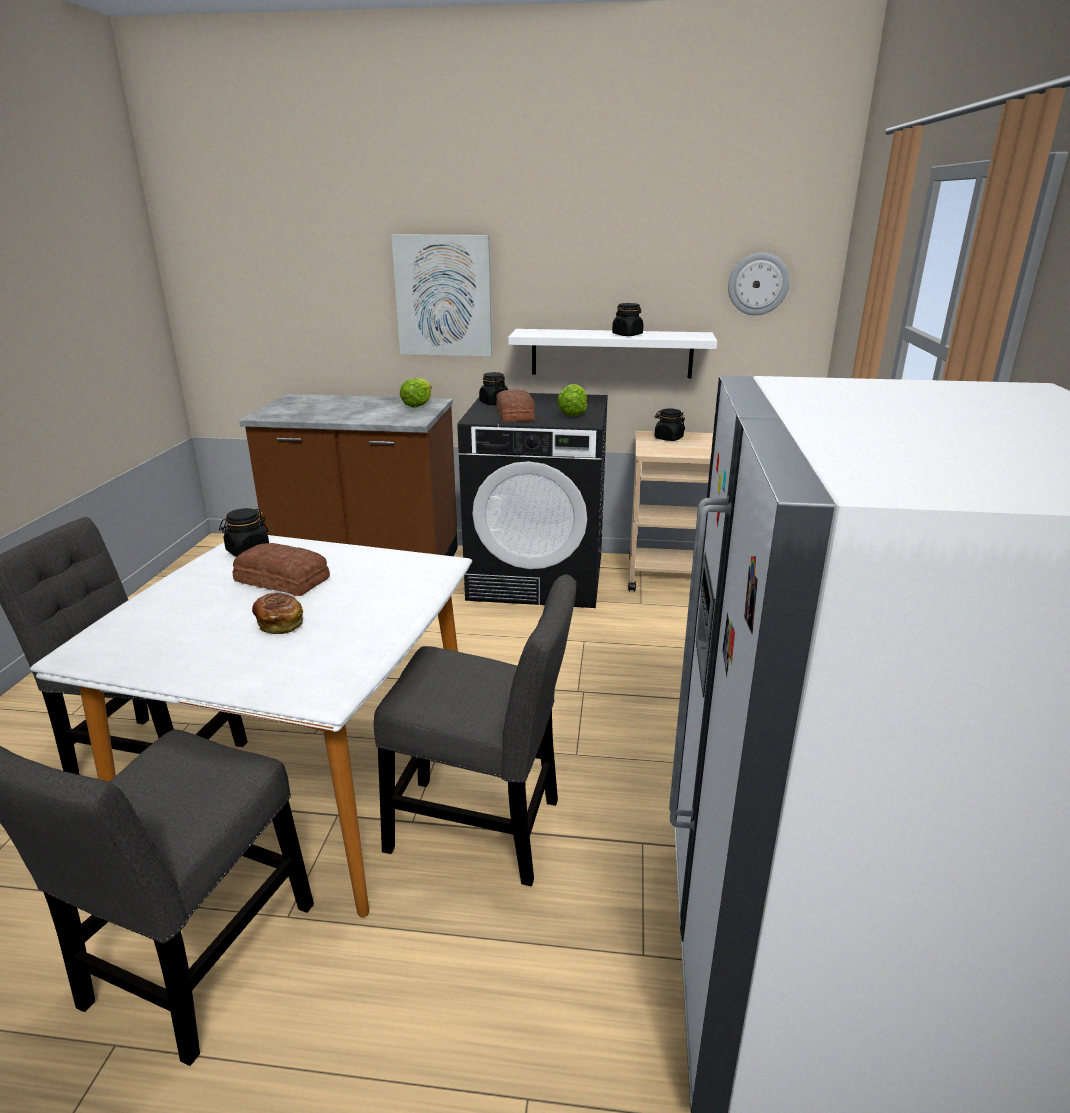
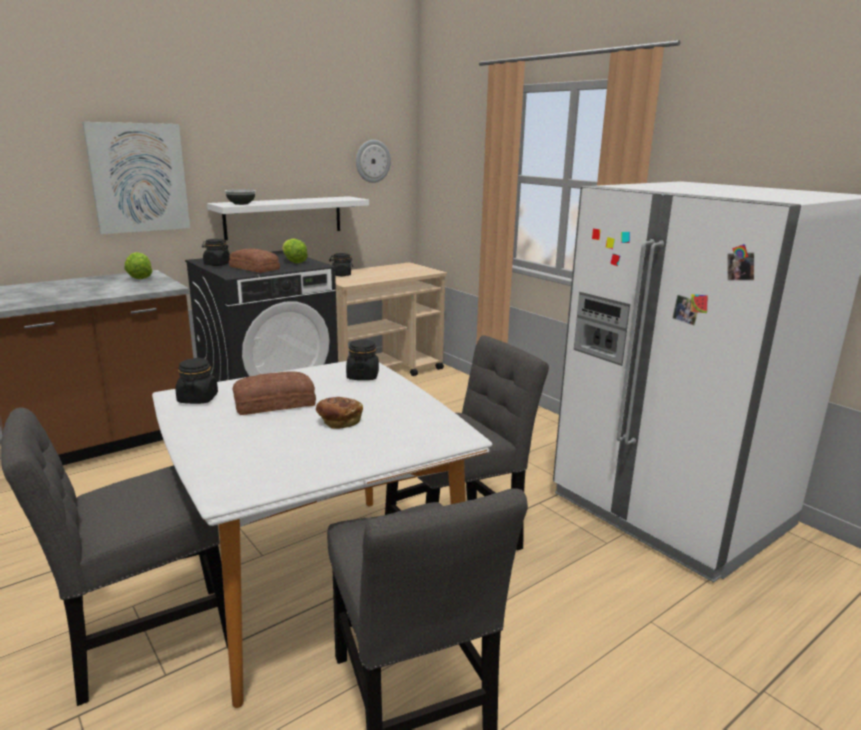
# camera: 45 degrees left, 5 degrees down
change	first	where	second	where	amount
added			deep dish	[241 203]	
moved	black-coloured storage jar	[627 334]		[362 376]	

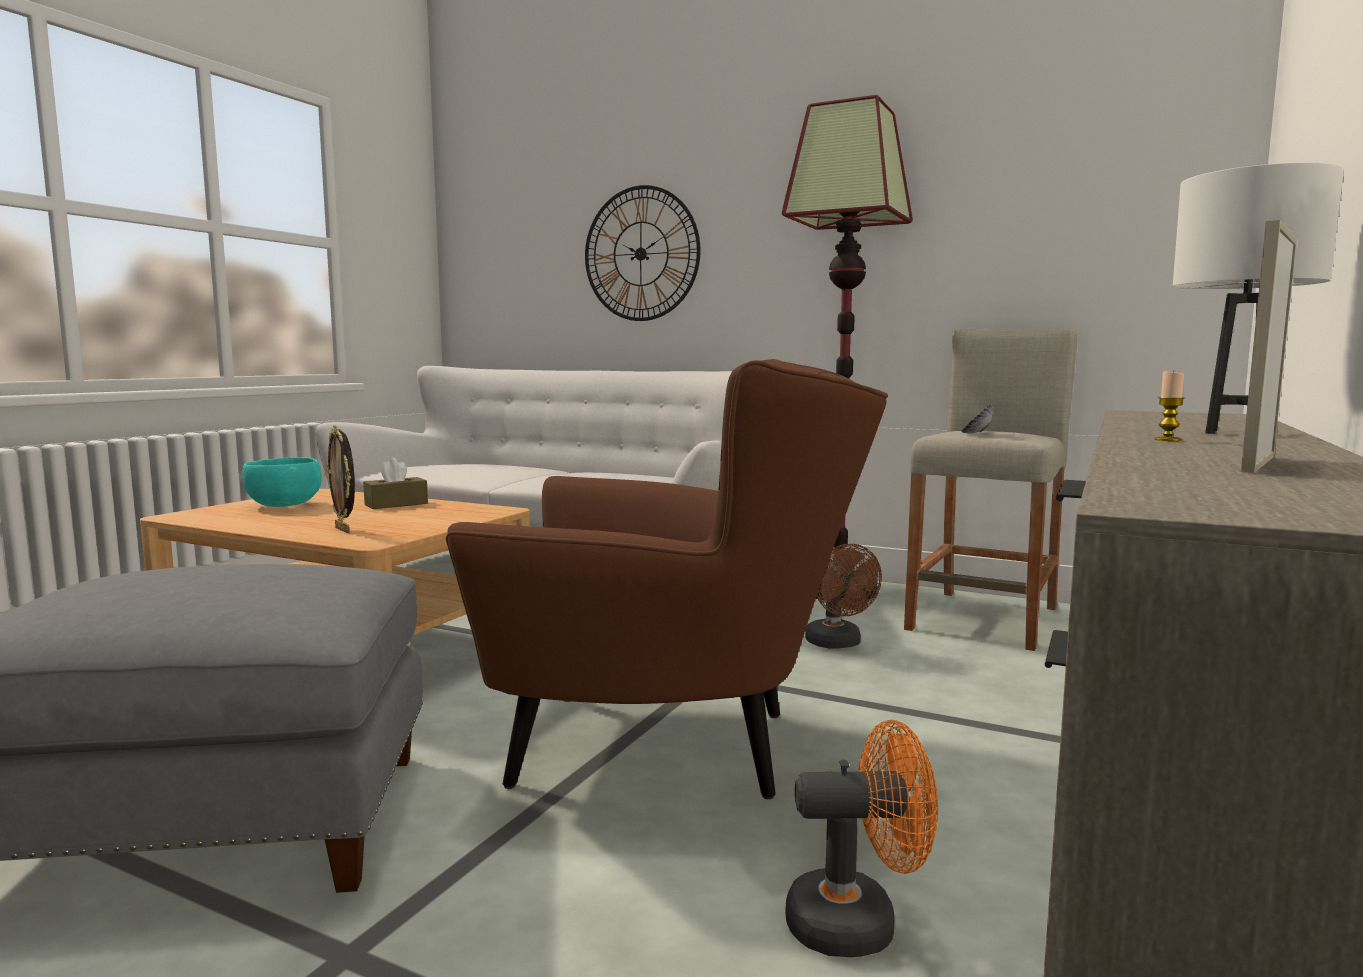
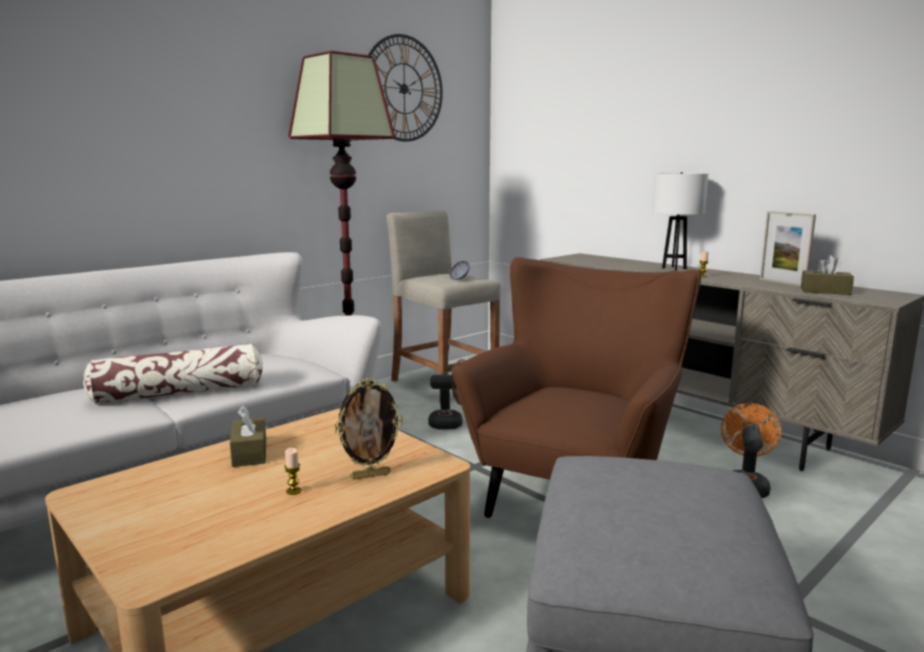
# camera: 70 degrees left, 5 degrees up
change	first	where	second	where	amount
removed	turquoise deep dish	[285 505]			
added			cushion	[179 393]	
added			wax light	[293 491]	
added			brown-coloured box of tissues	[825 291]	
moved	hanging clock	[641 254]		[403 88]	

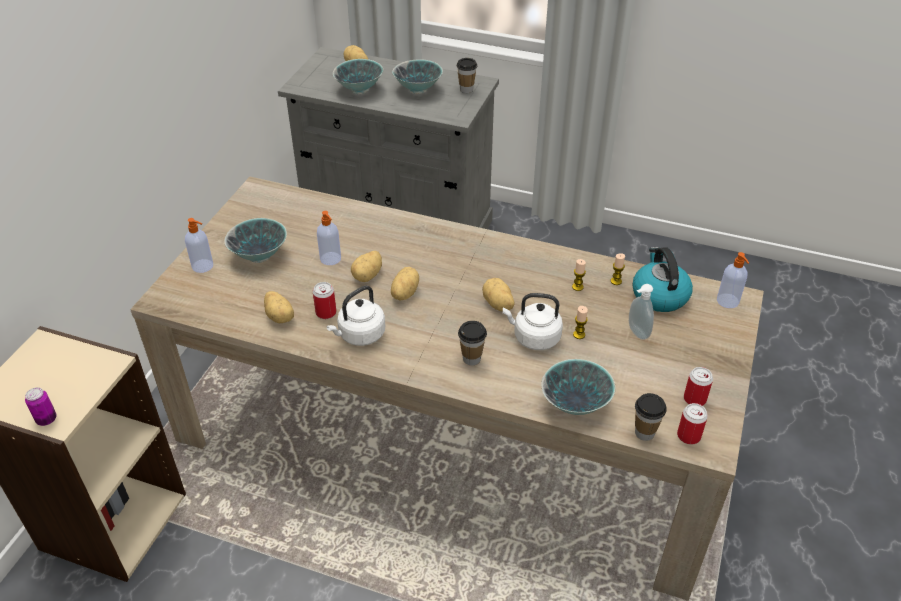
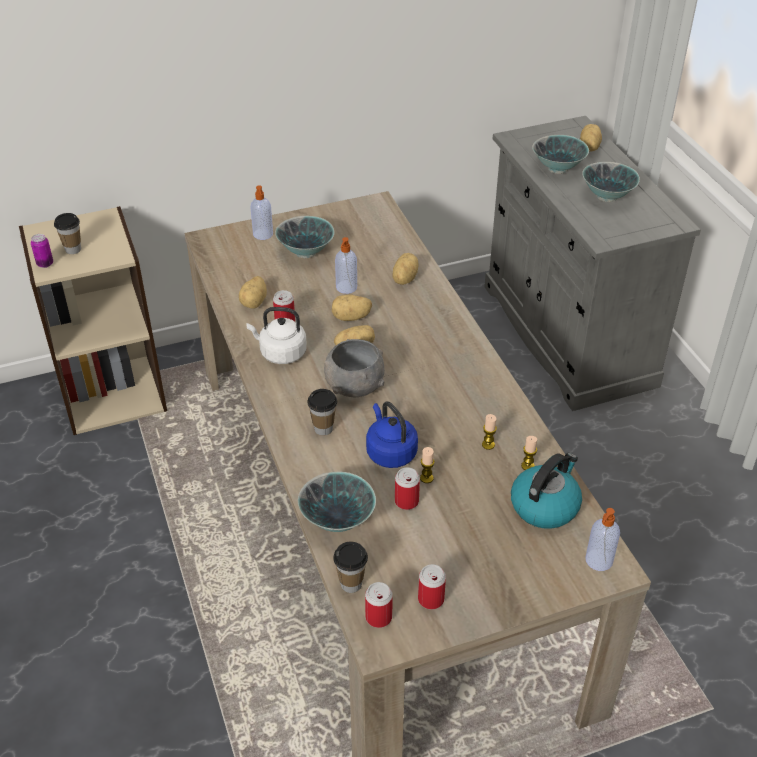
# camera: 50 degrees right, 0 degrees up
change	first	where	second	where	amount
removed	soap bottle	[636 333]			
added			grey deep dish	[354 386]	
added			metal can	[406 501]	
moved	small cup	[466 90]		[73 249]	
moved	whole potato	[497 305]		[403 278]	
recoloured	white-coloured tea kettle	[534 338]	blue-coloured tea kettle	[390 452]	

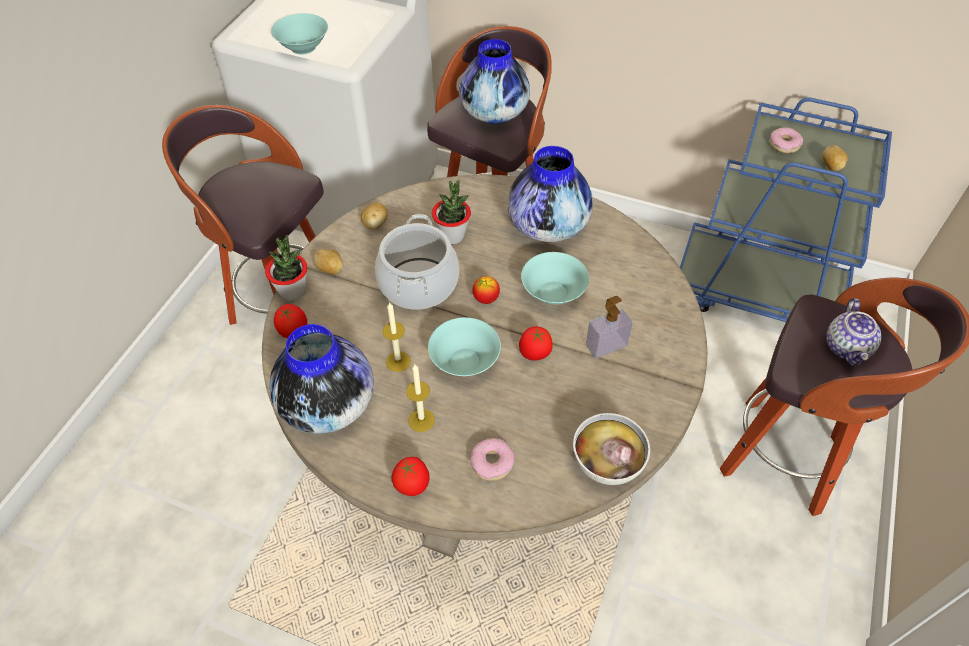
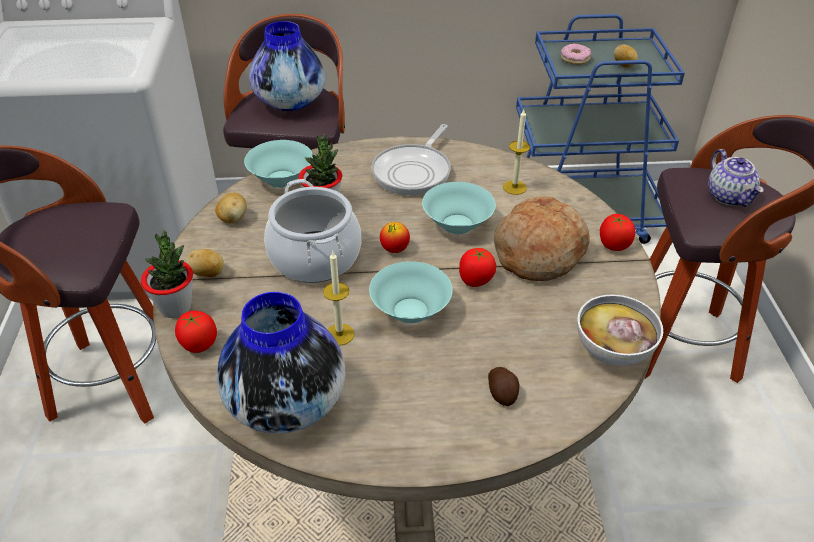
# camera: 25 degrees left, 10 degrees down
change	first	where	second	where	amount
moved	turquoise deep dish	[303 47]		[281 179]	
moved	tomato	[412 484]		[613 245]	
moved	wax light	[421 420]		[514 187]	
replaced	doughnut	[492 463]	whole potato	[502 393]	
replaced	decorative vase	[548 226]	frying pan	[414 172]	
replaced	soap bottle	[606 345]	bakery bread	[538 252]	

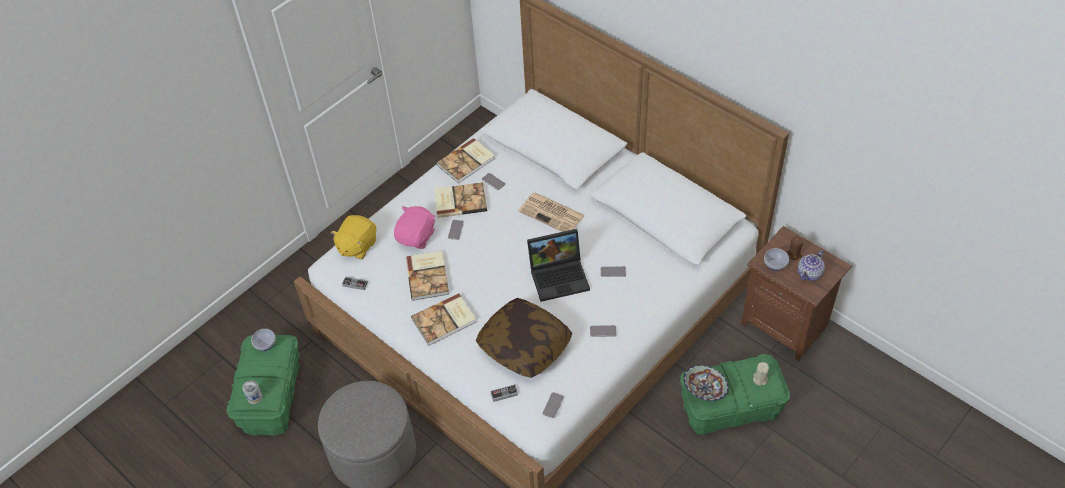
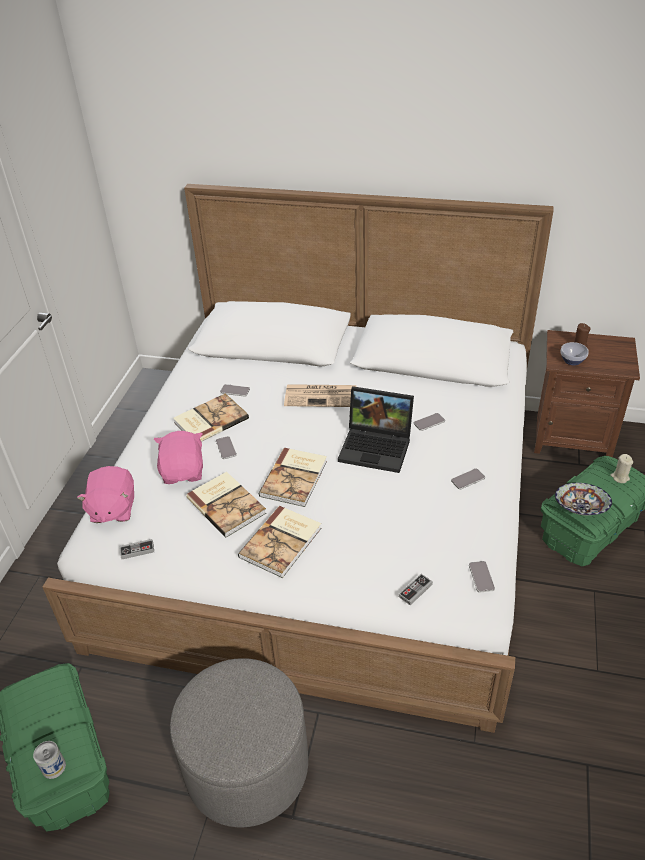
# camera: 30 degrees left, 10 degrees down
change	first	where	second	where	amount
removed	deep dish	[266 345]			
removed	cushion	[524 346]			
removed	teapot	[810 273]			
moved	volume	[467 162]		[295 478]	
recoloured	yellowish soft toy	[357 246]	pink-coloured soft toy	[112 509]	
turned	notebook computer	[560 276]		[377 447]	60 degrees clockwise

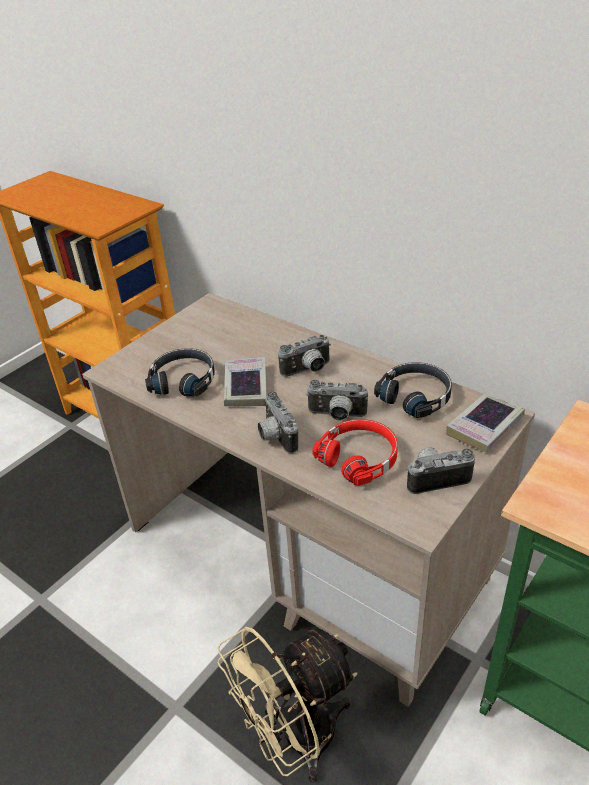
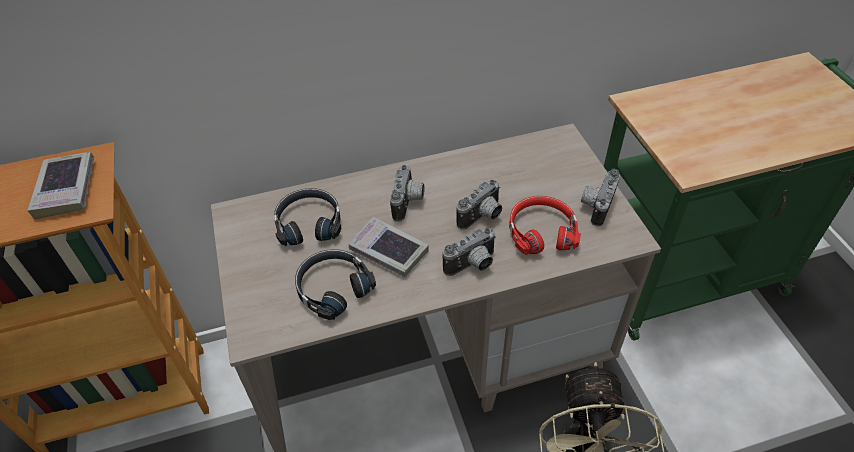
# camera: 55 degrees left, 10 degrees up
change	first	where	second	where	amount
moved	black-coloured headphones	[416 396]		[309 223]	
moved	volume	[485 427]		[66 189]	
turned	still camera	[275 437]		[472 266]	45 degrees counterclockwise

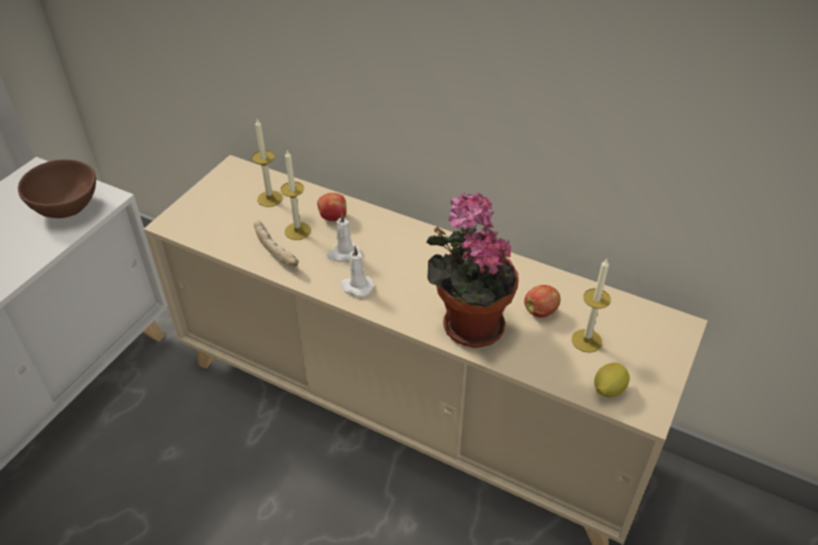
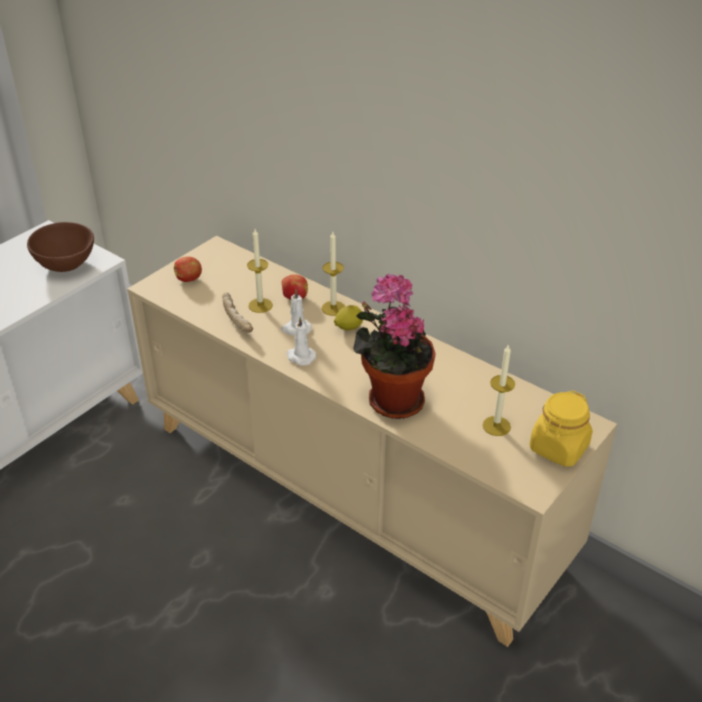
# camera: 10 degrees right, 5 degrees down
change	first	where	second	where	amount
added			yellowish storage jar	[558 448]	
moved	wax light	[270 198]		[333 308]	
moved	apple	[541 311]		[189 279]	
moved	whole lemon	[608 390]		[348 327]	

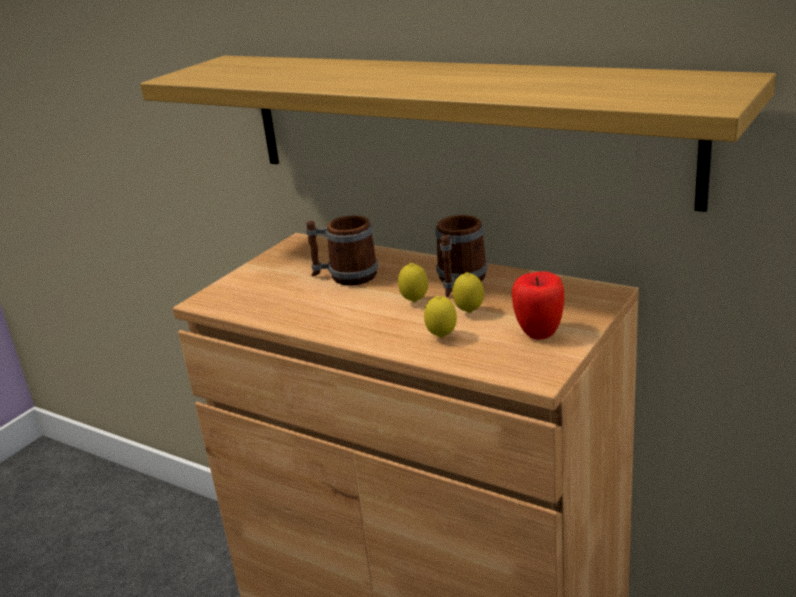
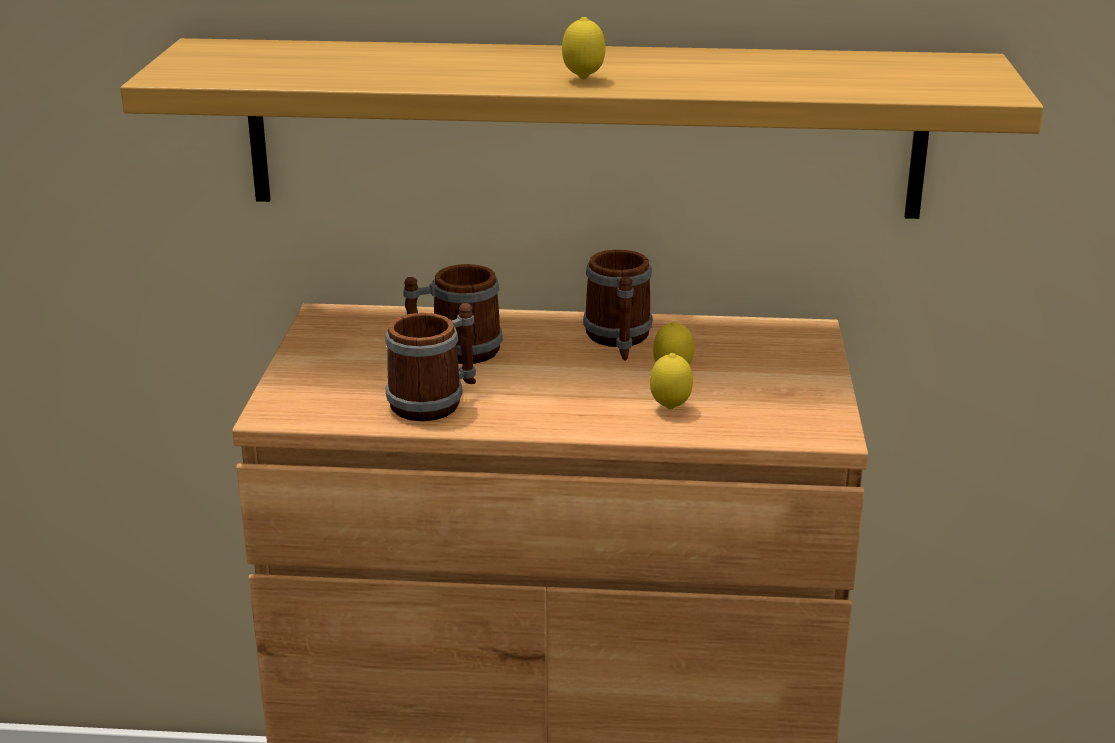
# camera: 30 degrees left, 0 degrees up
change	first	where	second	where	amount
removed	apple	[539 333]			
added			tea mug	[436 401]	
moved	whole lemon	[414 302]		[583 79]	

